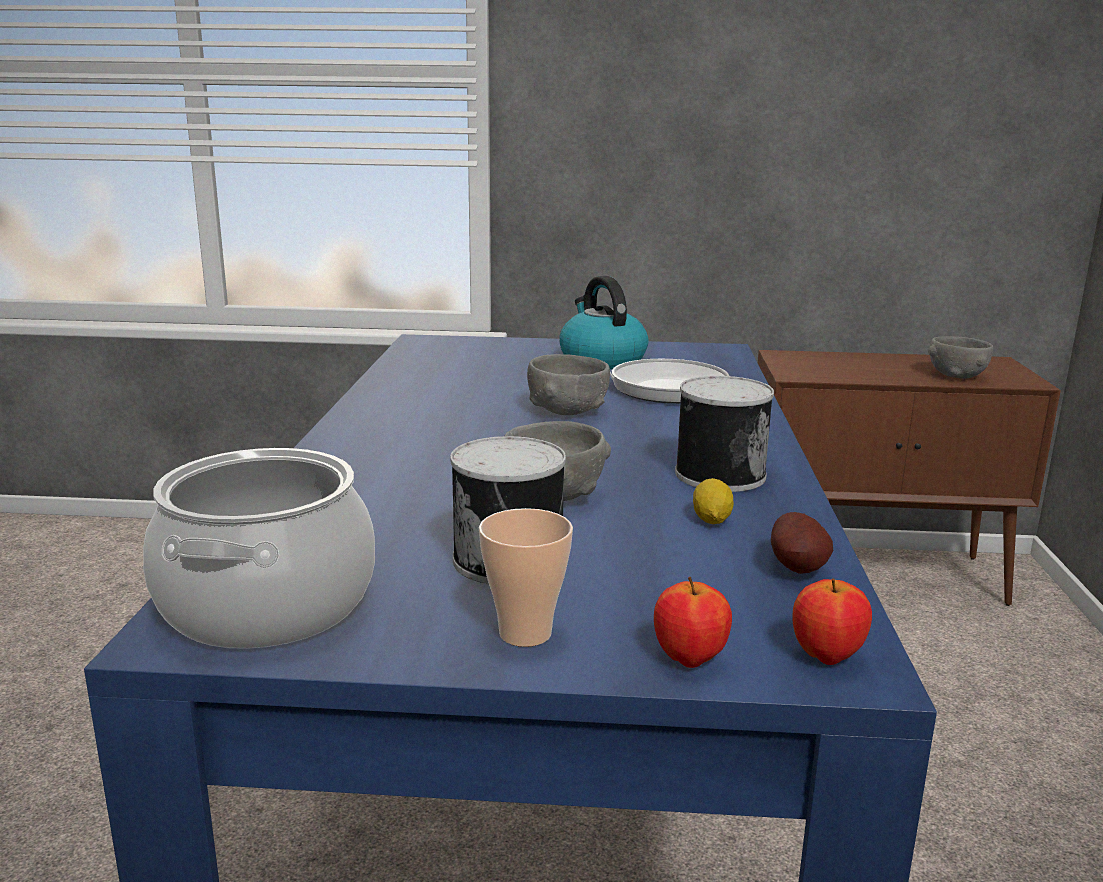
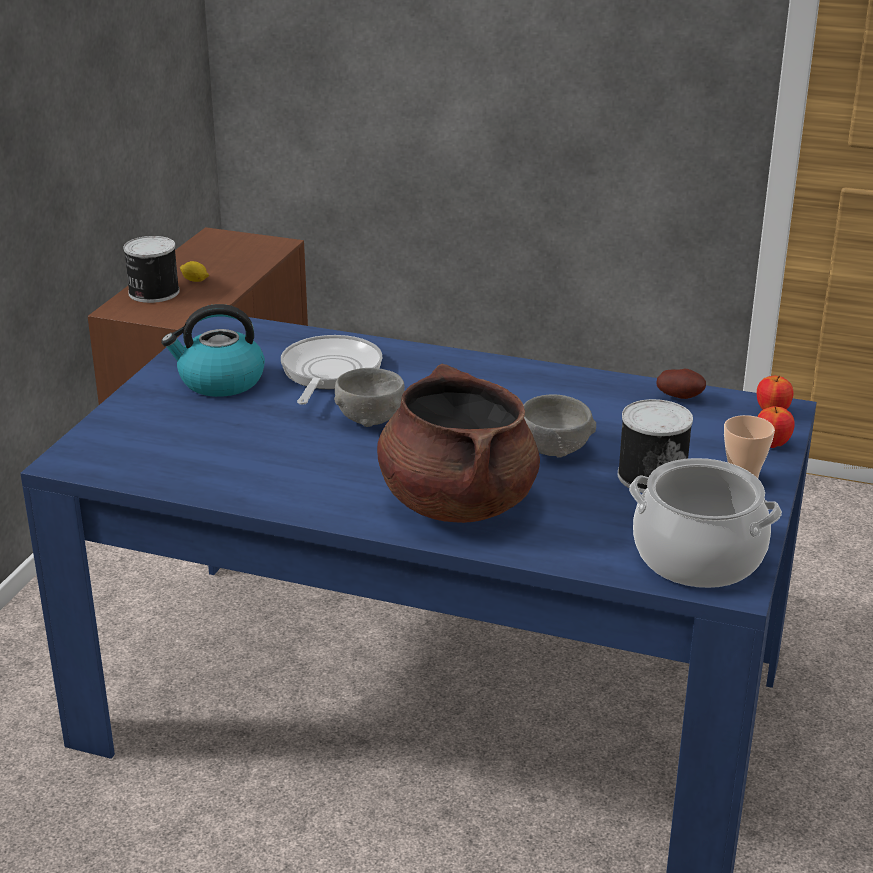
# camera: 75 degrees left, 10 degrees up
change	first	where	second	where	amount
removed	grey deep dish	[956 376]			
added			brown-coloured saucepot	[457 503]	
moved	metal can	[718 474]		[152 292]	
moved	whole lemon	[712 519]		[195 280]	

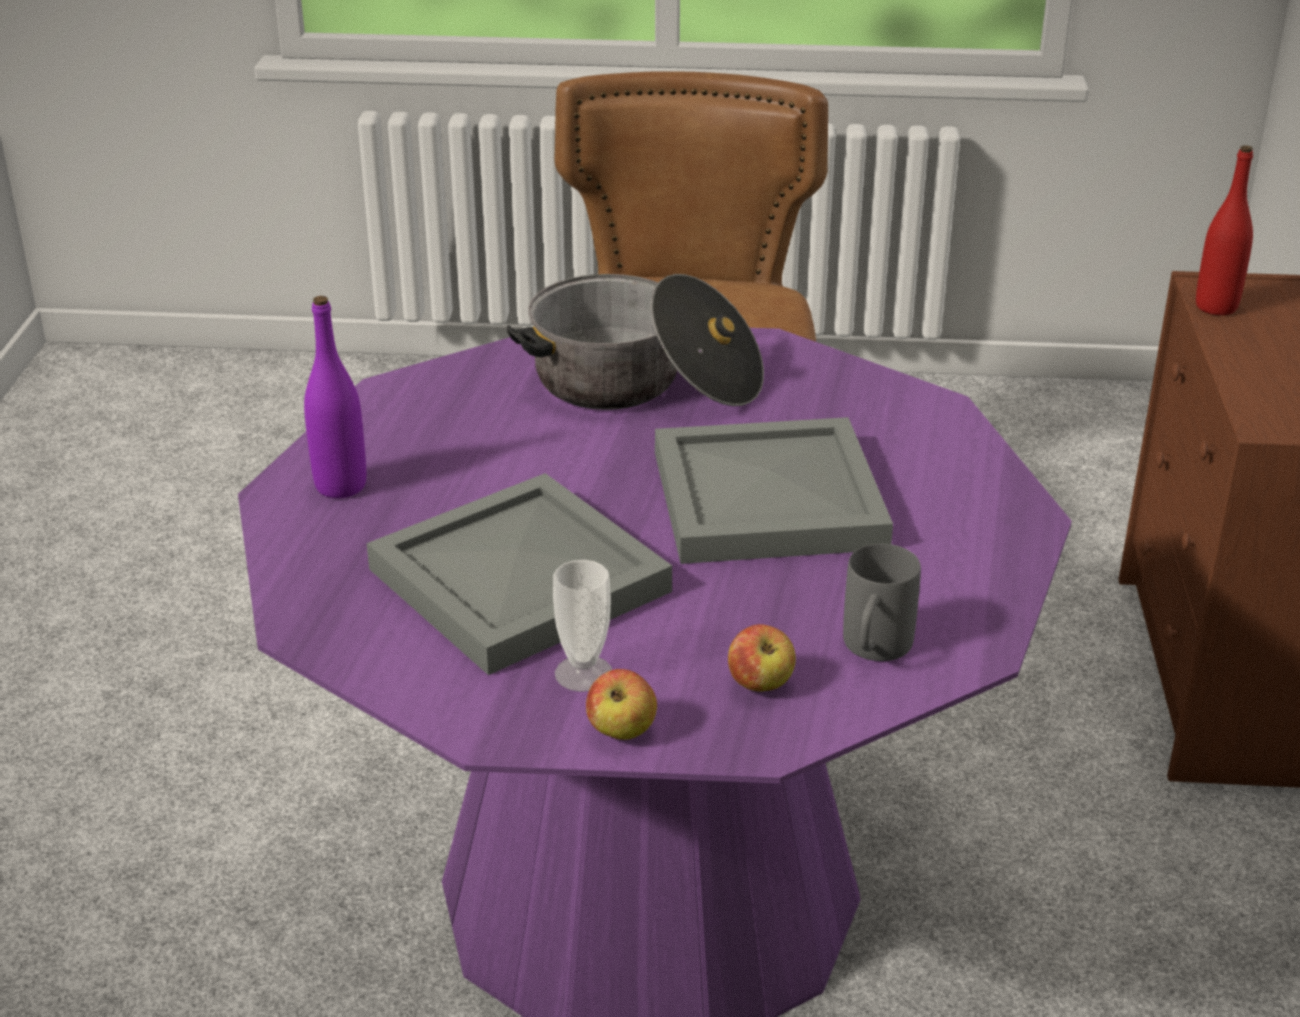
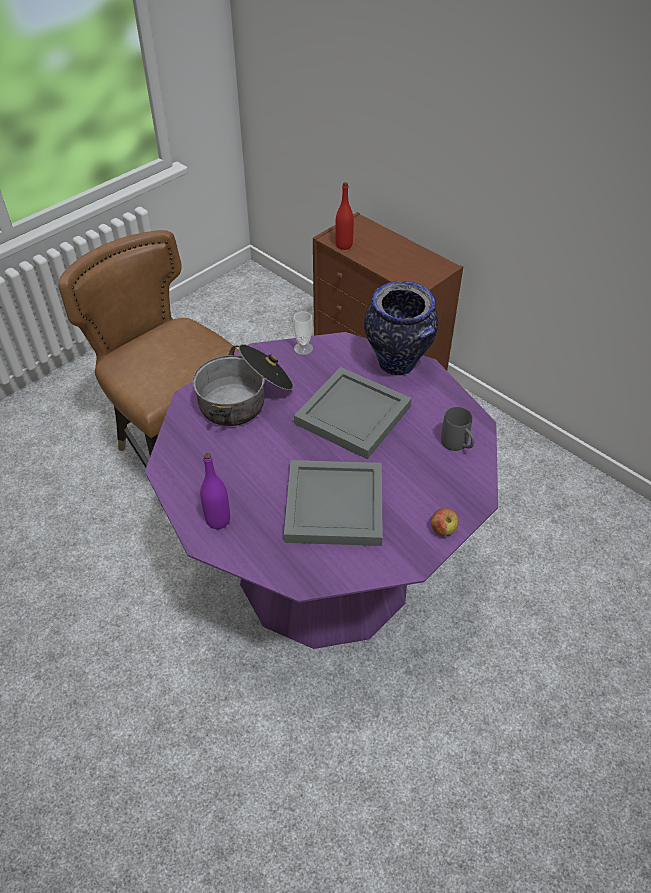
# camera: 50 degrees left, 15 degrees up
change	first	where	second	where	amount
removed	apple	[760 684]			
added			decorative vase	[397 365]	
moved	small cup	[583 673]		[303 348]	

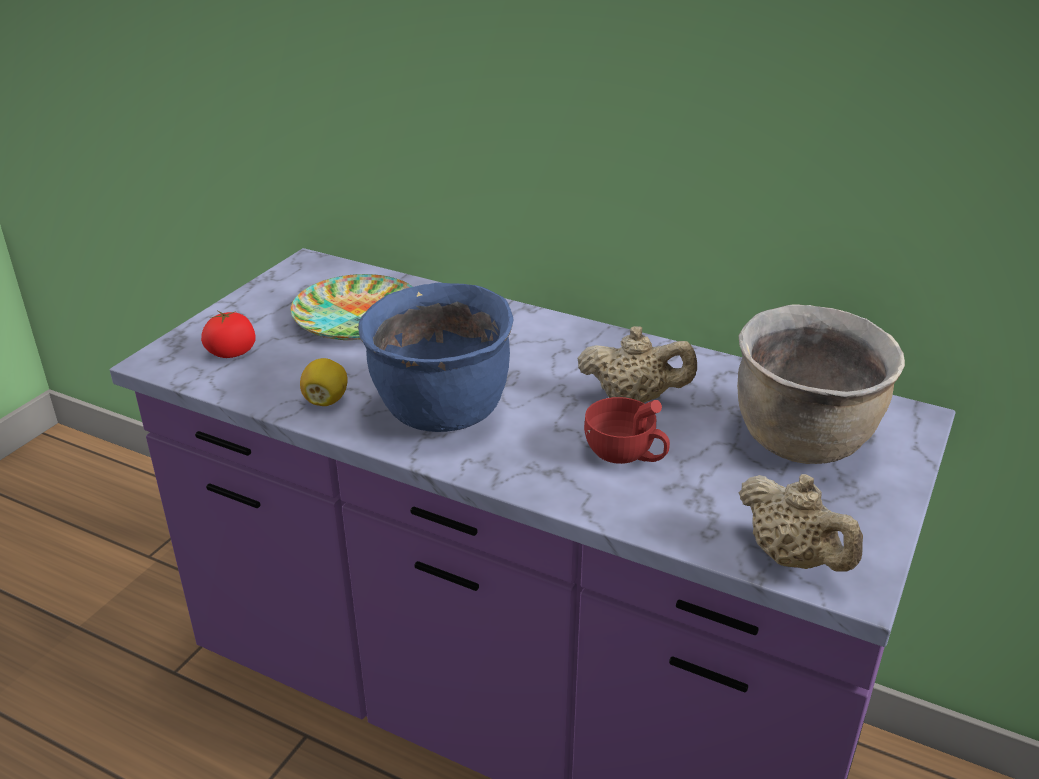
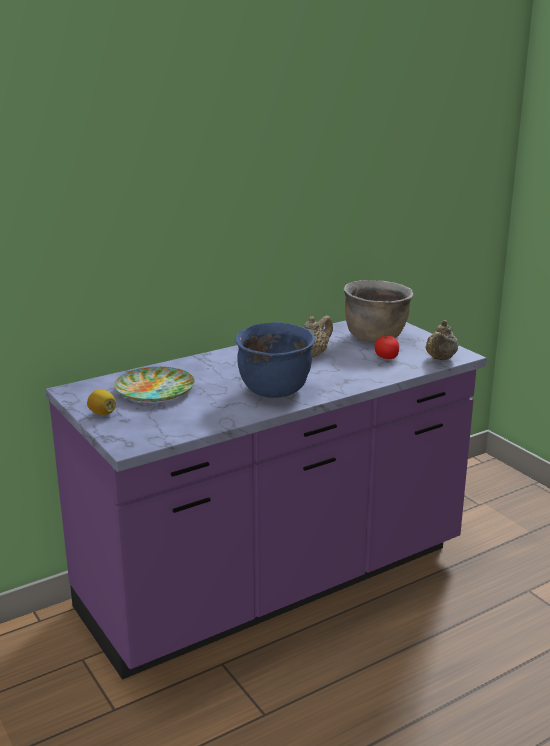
# camera: 60 degrees left, 10 degrees down
change	first	where	second	where	amount
removed	reddish small cup	[626 455]			
moved	tomato	[231 352]		[386 357]	
moved	whole lemon	[326 400]		[102 413]	
turned	beige teapot	[792 558]		[440 359]	120 degrees clockwise

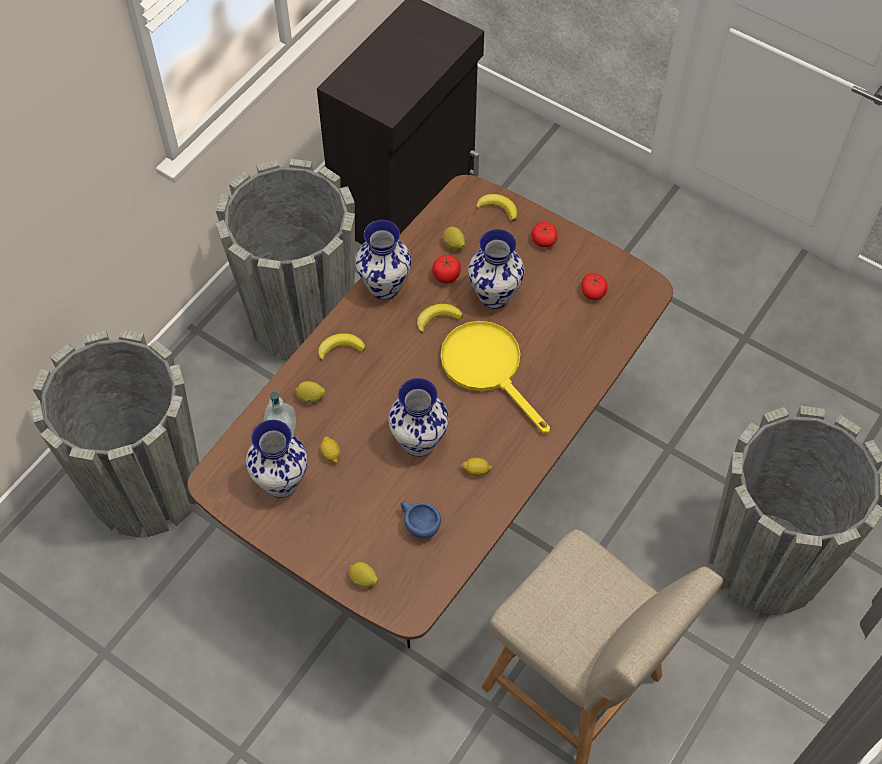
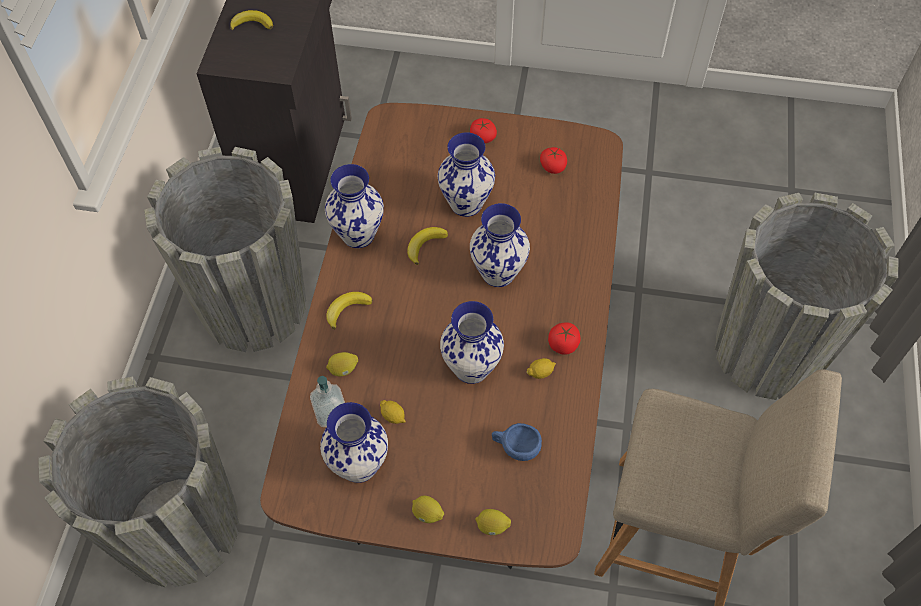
# camera: 25 degrees left, 0 degrees up
change	first	where	second	where	amount
moved	tomato	[446 276]		[563 345]	
moved	whole lemon	[453 244]		[427 514]	
moved	banana fruit	[498 208]		[252 24]	
replaced	yellowish frying pan	[488 368]	decorative vase	[498 272]	

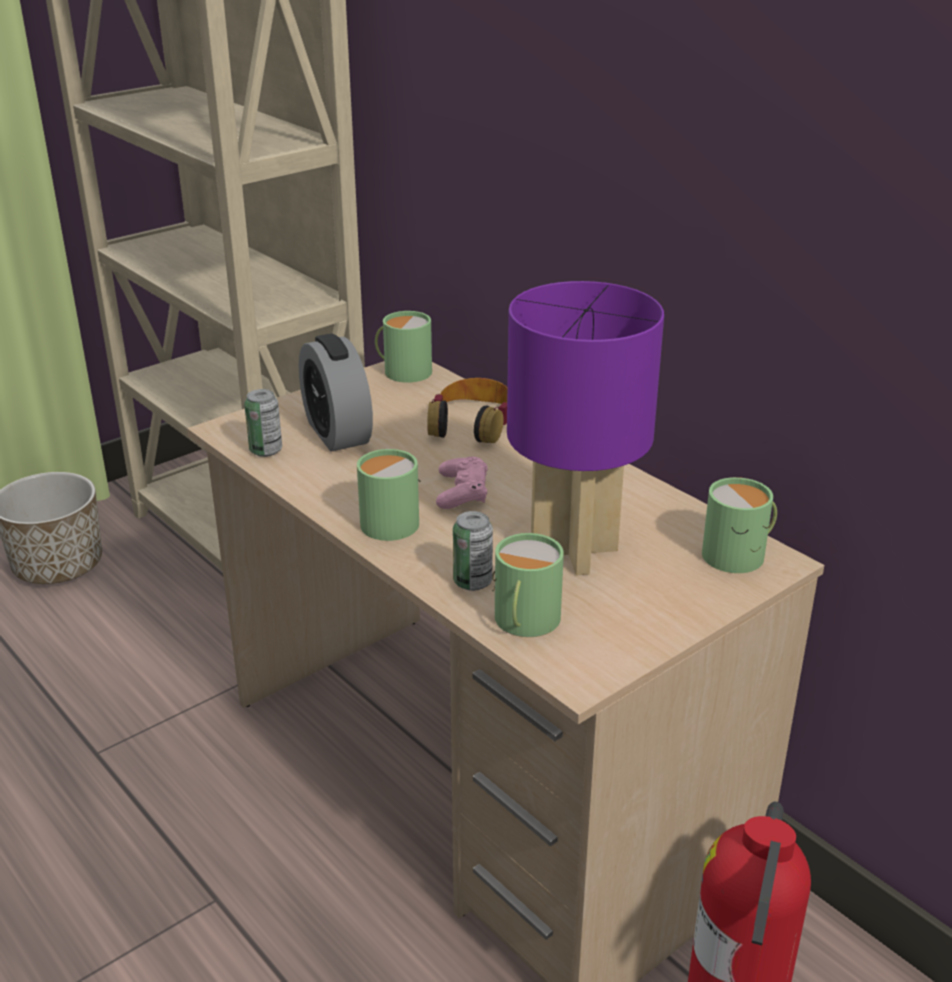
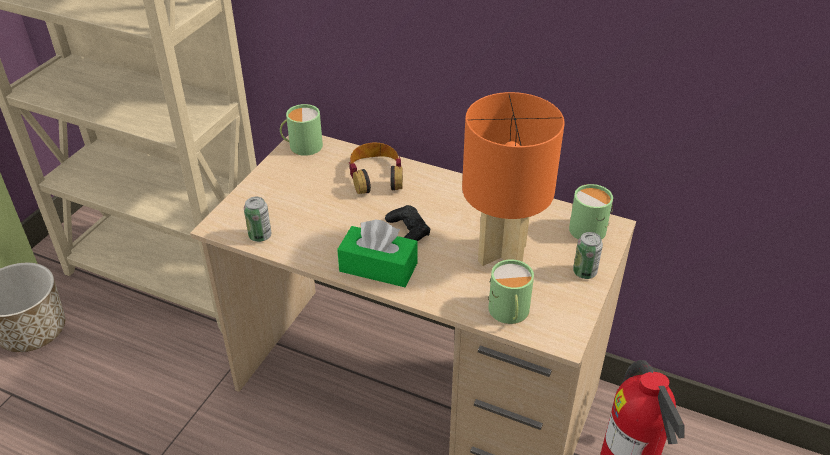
# camera: 25 degrees left, 10 degrees up
change	first	where	second	where	amount
removed	alarm clock	[337 432]			
moved	metal can	[472 582]		[584 272]	
replaced	greenish tea mug	[385 521]	greenish box of tissues	[378 267]	
recoloured	pink-coloured game controller	[462 491]	black-coloured game controller	[408 230]	
recoloured	purple-coloured tabletop lamp	[572 549]	orange tabletop lamp	[501 253]	

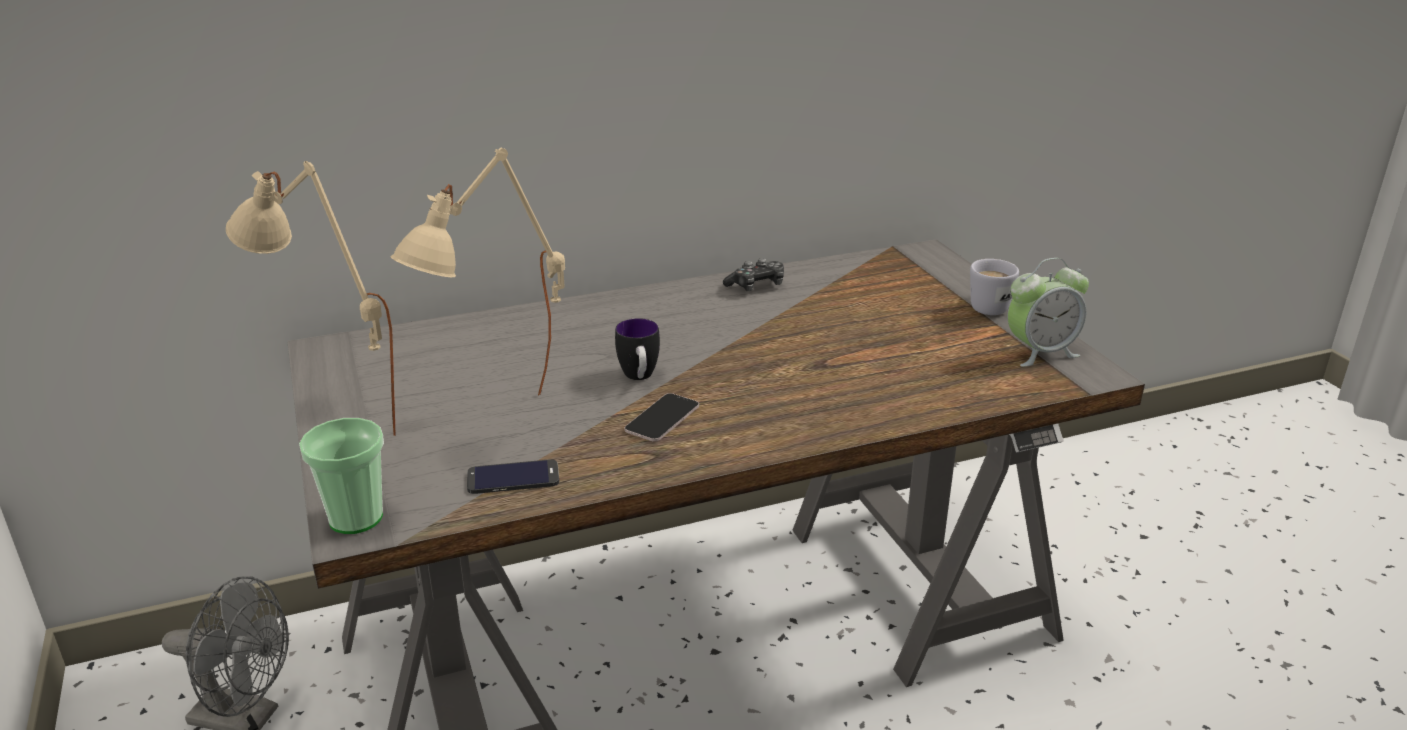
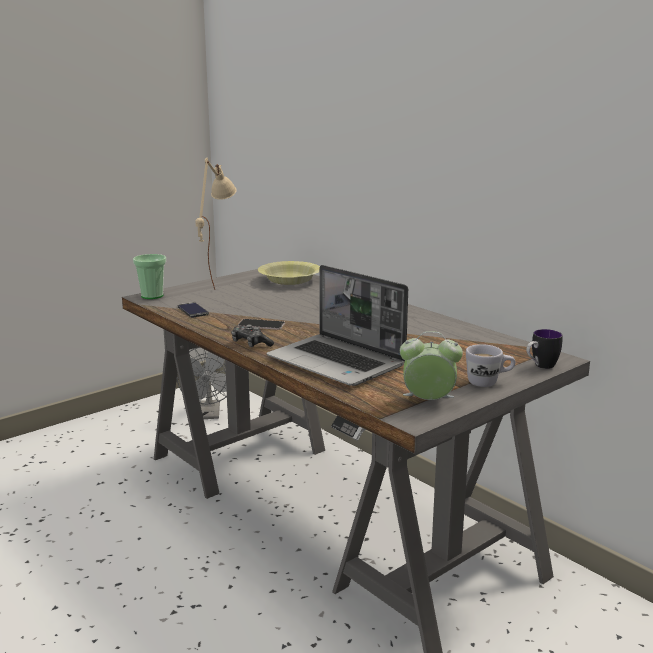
# camera: 70 degrees right, 10 degrees down
change	first	where	second	where	amount
removed	beige tabletop lamp	[502 425]			
added			yellowish deep dish	[289 280]	
added			notebook computer	[338 362]	
moved	tea mug	[639 378]		[540 366]	
moved	game controller	[756 285]		[250 344]	
turned	alarm clock	[1040 352]		[428 401]	135 degrees clockwise

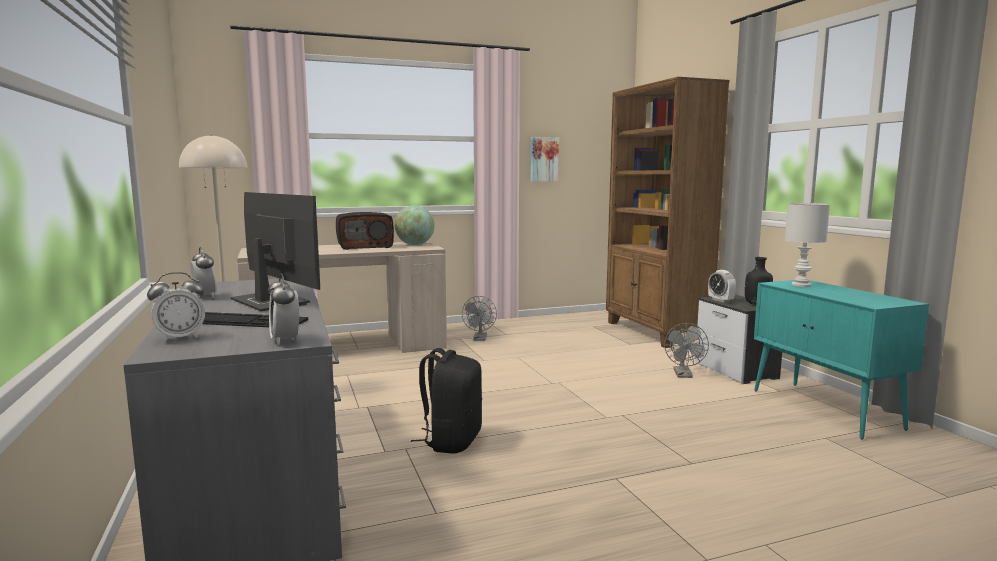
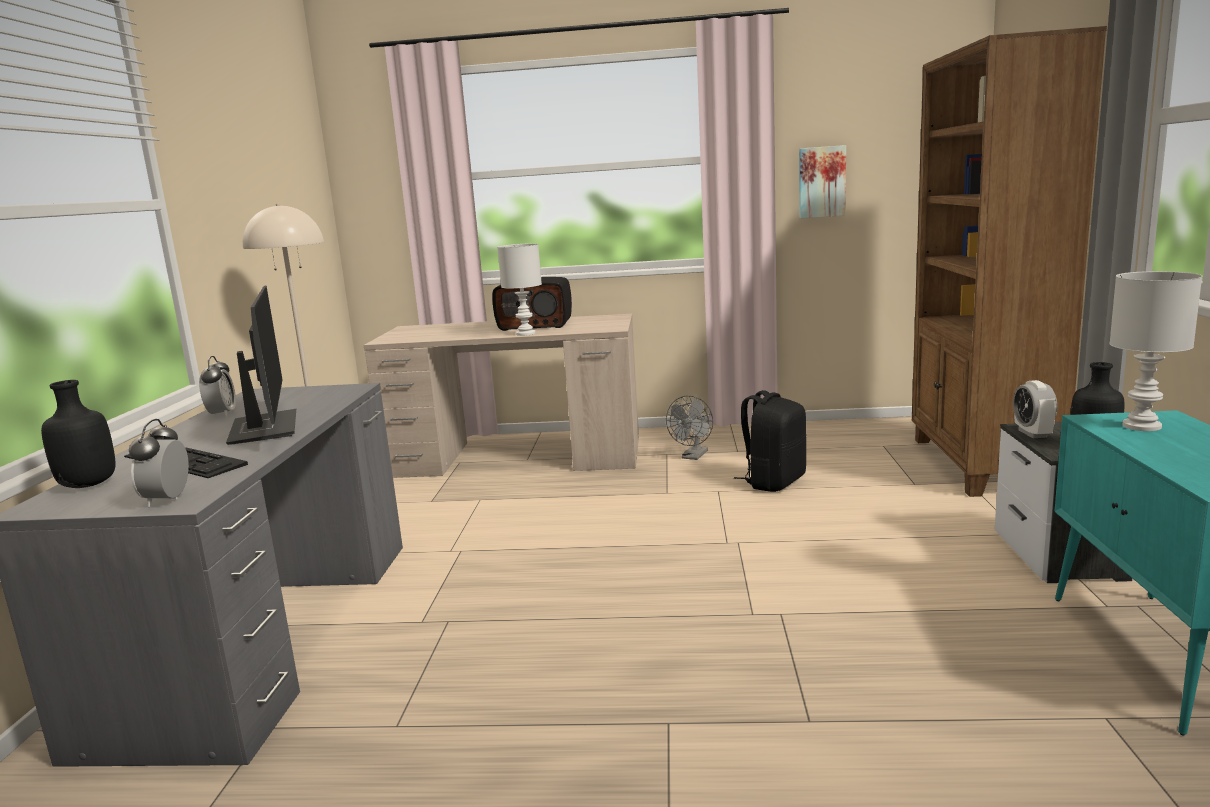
# camera: 25 degrees right, 5 degrees up
change	first	where	second	where	amount
removed	globe	[415 244]			
removed	grey fan	[684 375]			
added			white-coloured tabletop lamp	[525 333]	
moved	black-coloured rucksack	[451 441]		[773 482]	
replaced	alarm clock	[180 338]	black-coloured beverage bottle	[90 484]	

